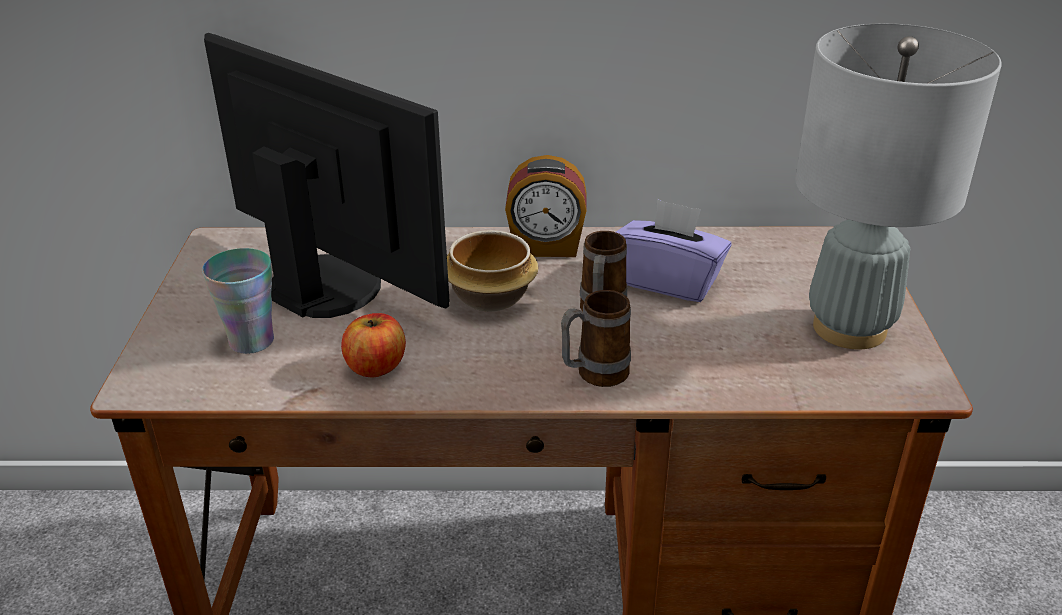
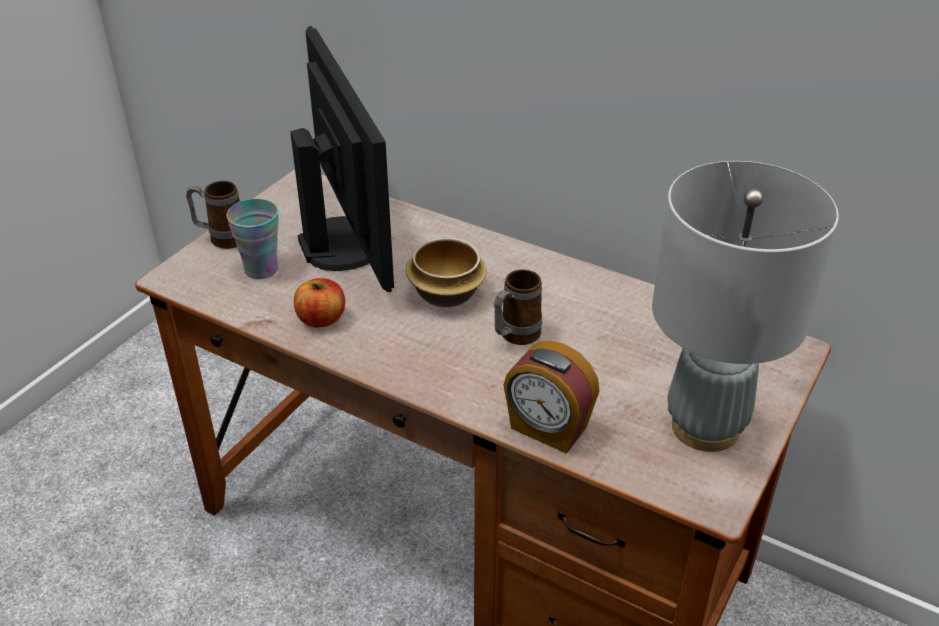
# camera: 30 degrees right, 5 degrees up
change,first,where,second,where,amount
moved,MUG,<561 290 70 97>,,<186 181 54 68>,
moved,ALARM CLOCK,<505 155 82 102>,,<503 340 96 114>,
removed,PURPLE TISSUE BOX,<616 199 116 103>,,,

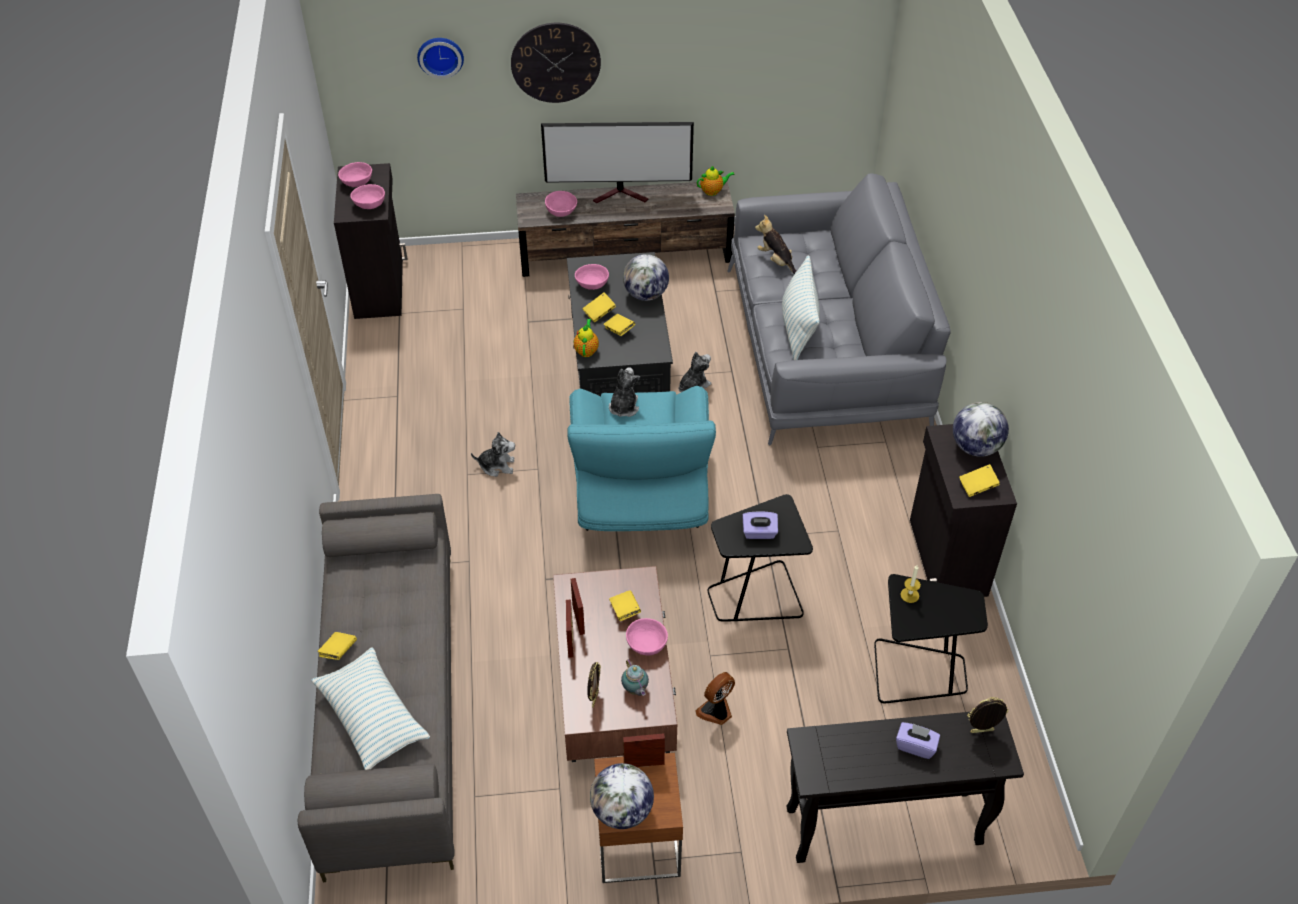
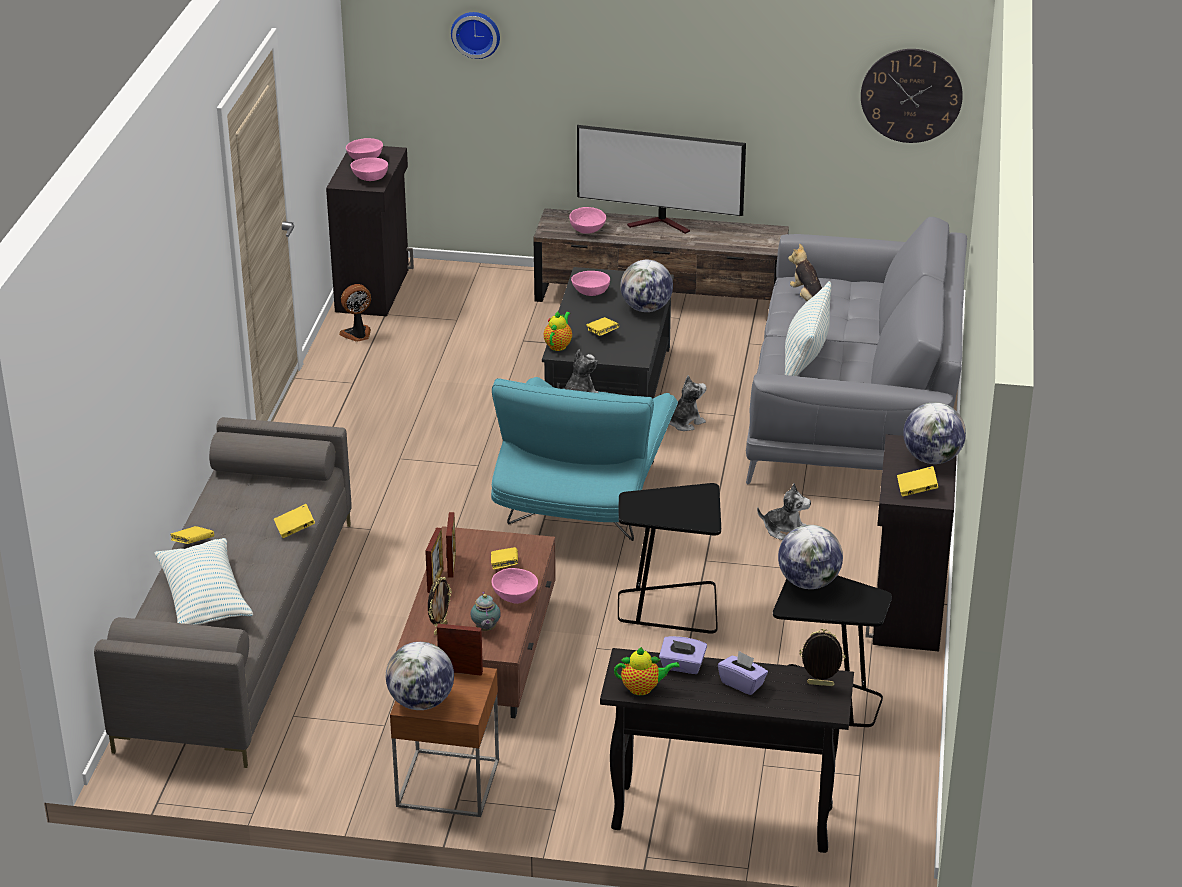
# camera: 15 degrees right, 15 degrees down
change,first,where,second,where,amount
moved,YELLOW BOOK,<583 293 33 29>,,<274 504 41 34>,
moved,FAN,<695 672 40 53>,,<339 284 32 58>,
moved,TEAPOT,<697 165 38 31>,,<614 647 65 48>,
moved,PURPLE TISSUE BOX,<742 511 36 28>,,<659 636 48 38>,
moved,PLUSH TOY,<471 432 44 45>,,<757 483 54 57>,
replaced,CANDLE,<900 565 21 38>,GLOBE,<778 525 65 64>,
moved,WALL CLOCK,<511 23 90 80>,,<861 49 102 94>,

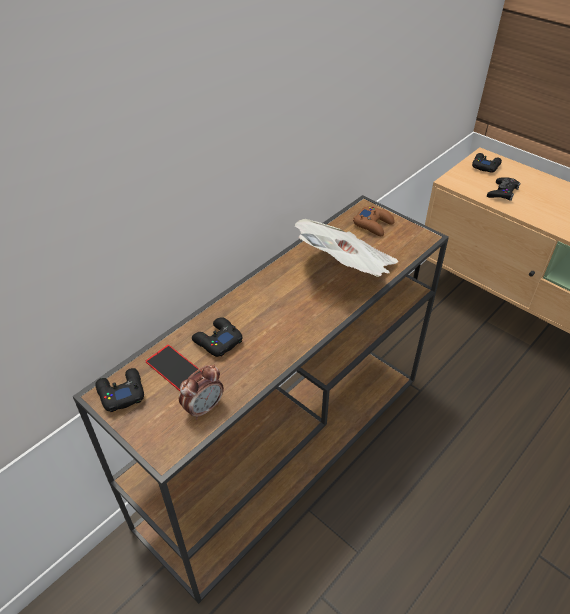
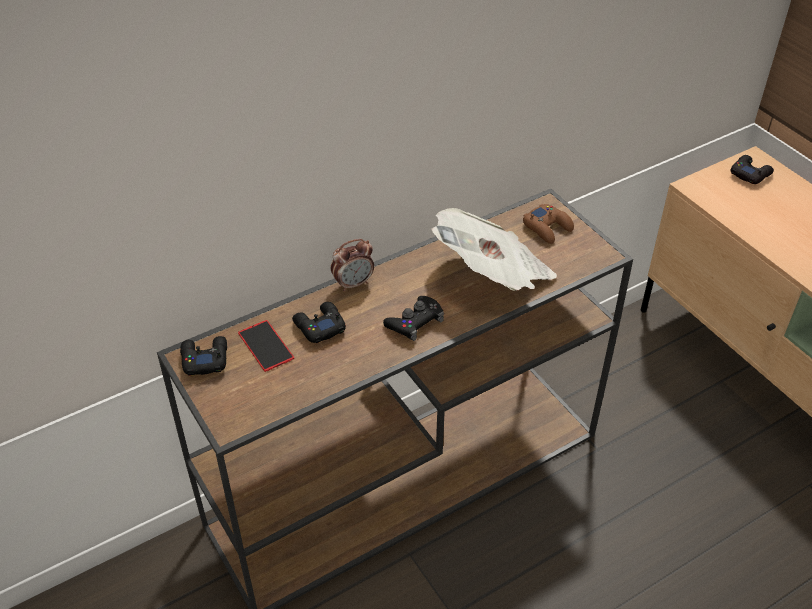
# camera: 15 degrees right, 0 degrees up
change,first,where,second,where,amount
moved,ALARM CLOCK,<179 365 45 55>,,<331 239 43 53>,
moved,BLACK GAME CONTROLLER,<487 177 34 24>,,<383 296 61 45>,

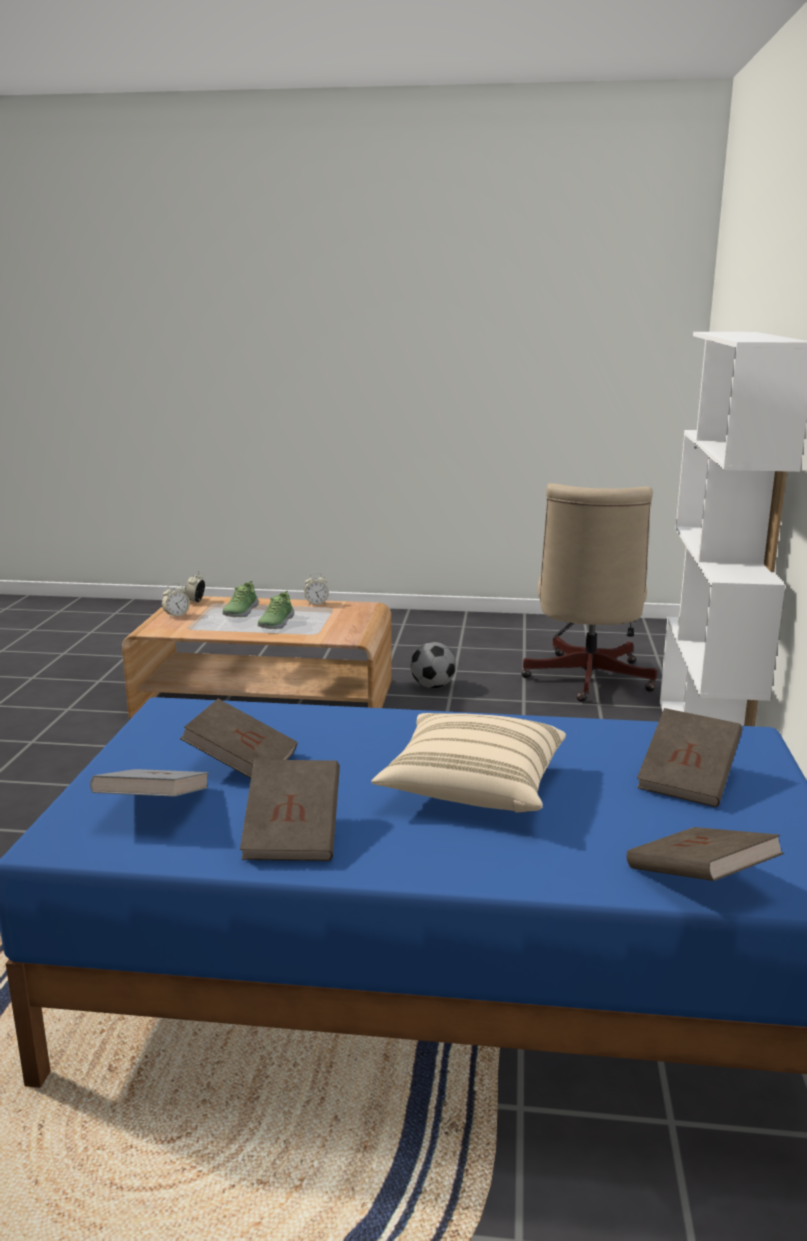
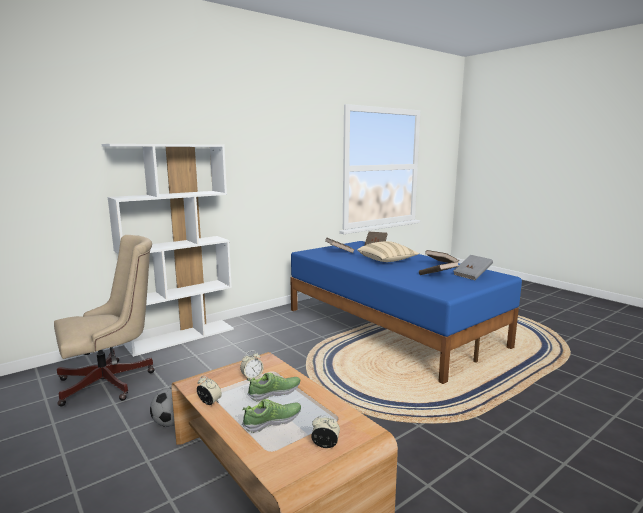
# camera: 135 degrees left, 5 degrees down
change,first,where,second,where,amount
moved,ALARM CLOCK,<184 571 21 31>,,<240 351 24 30>,

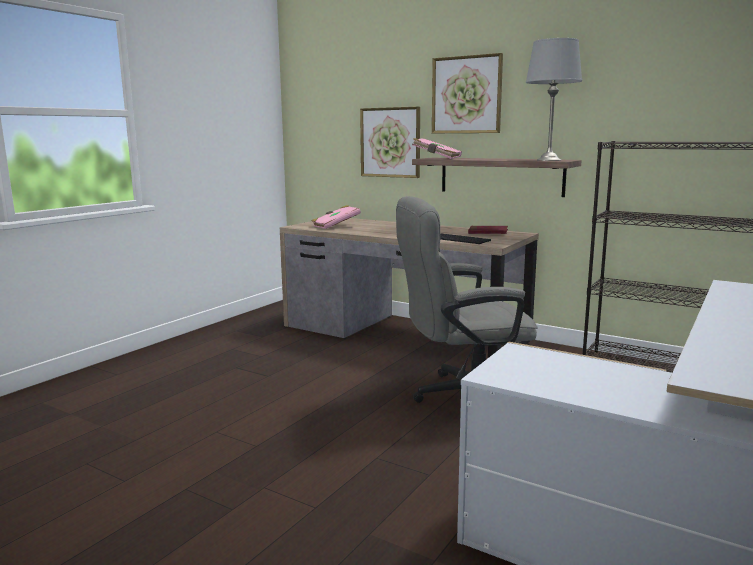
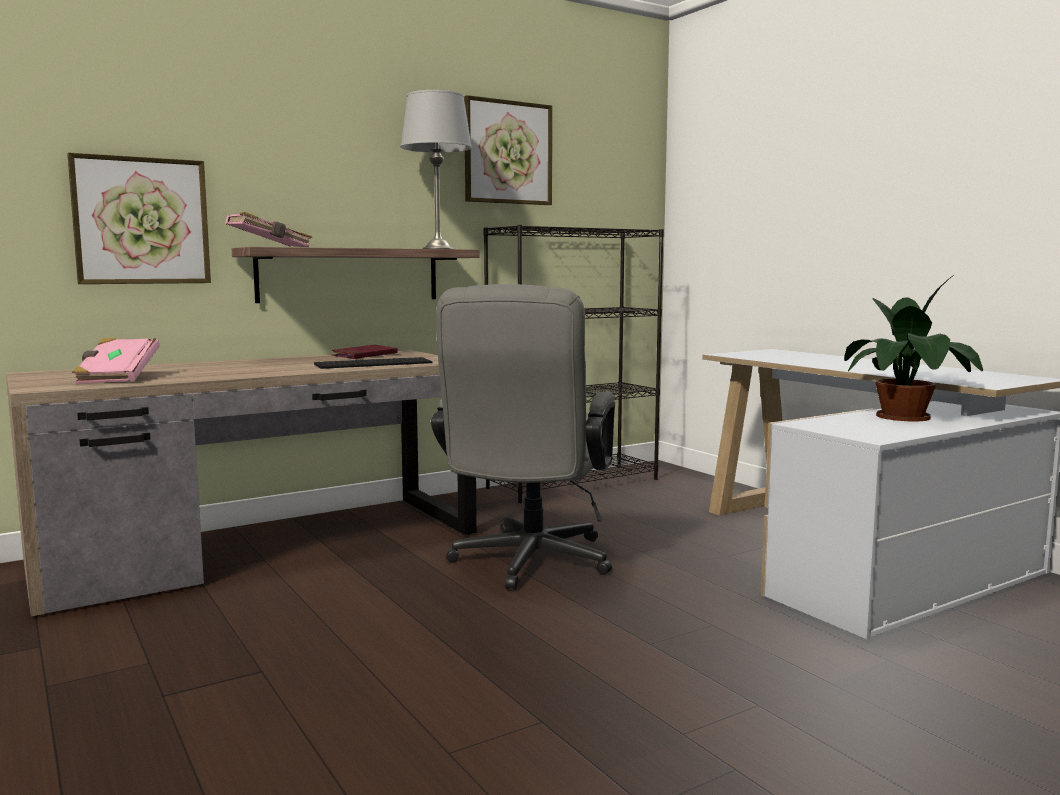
# camera: 65 degrees left, 5 degrees down
change,first,where,second,where,amount
moved,PICTURE,<432 53 71 80>,,<464 95 88 110>,
added,,,POTTED PLANT,<844 277 139 144>,

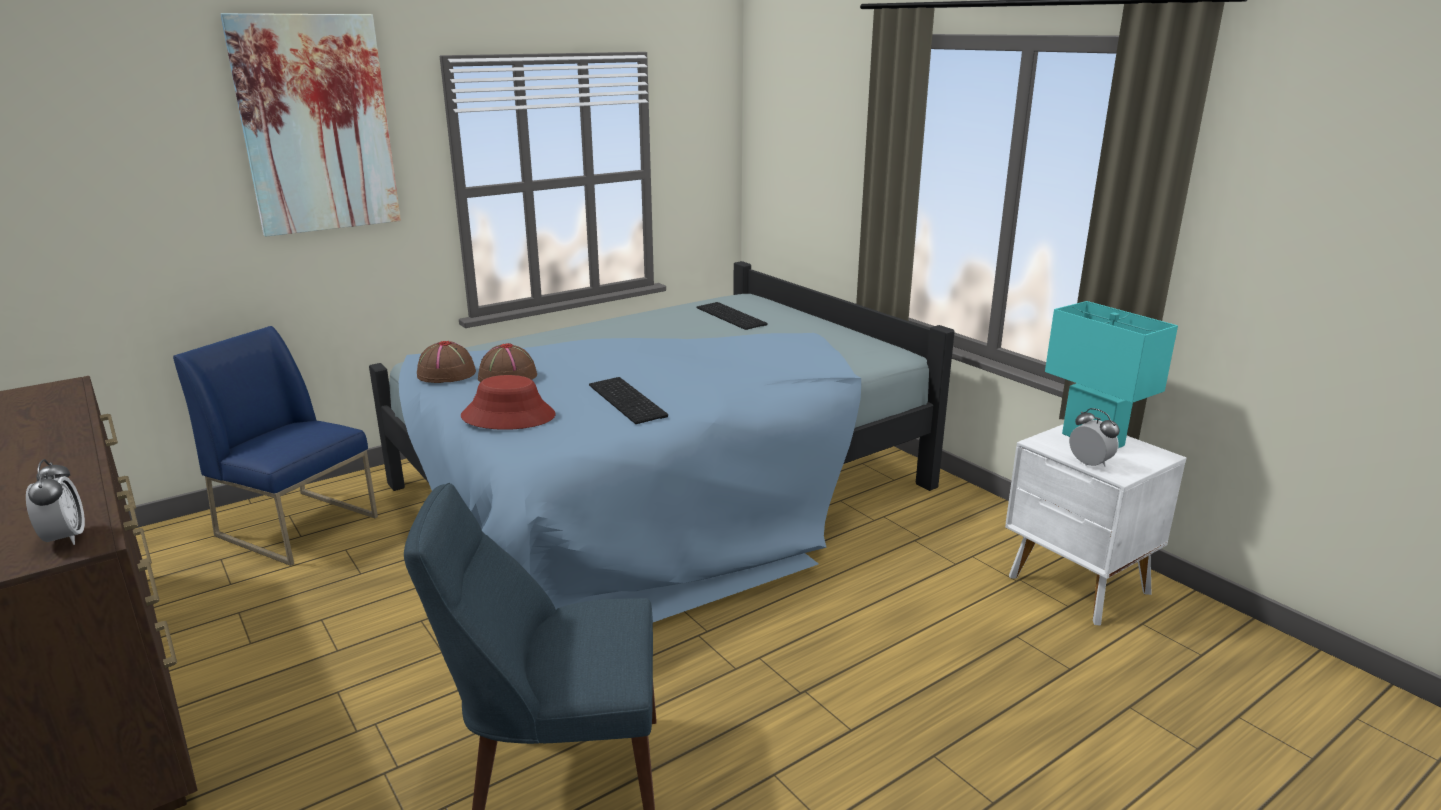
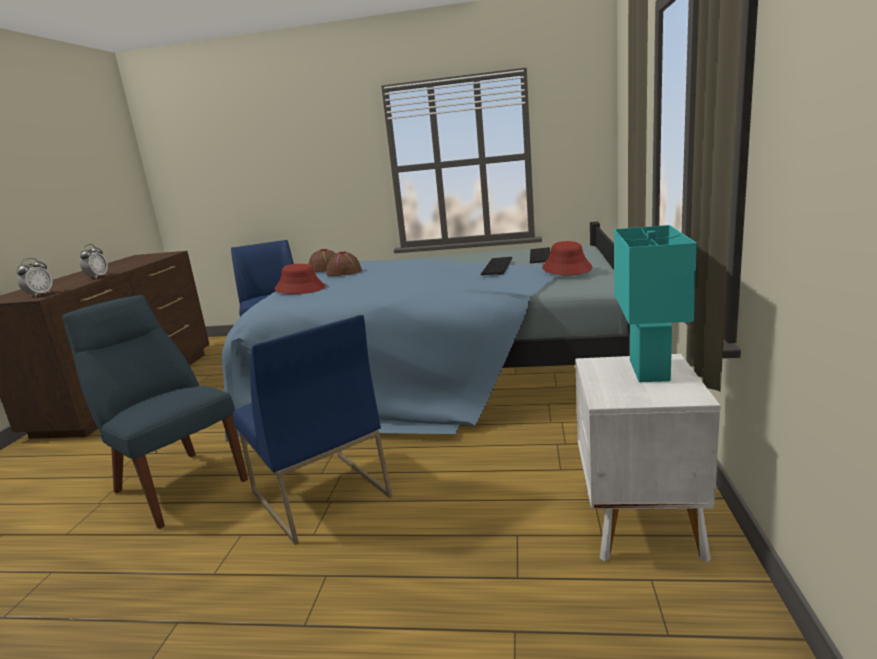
# camera: 45 degrees right, 5 degrees down
change,first,where,second,where,amount
moved,ALARM CLOCK,<1069 408 51 59>,,<80 244 28 35>,
added,,,BLUE CHAIR,<233 315 160 230>,
moved,KEYBOARD,<589 377 79 47>,,<481 257 31 18>,
added,,,RED HAT,<542 241 50 34>,
removed,PICTURE,<220 13 181 224>,,,

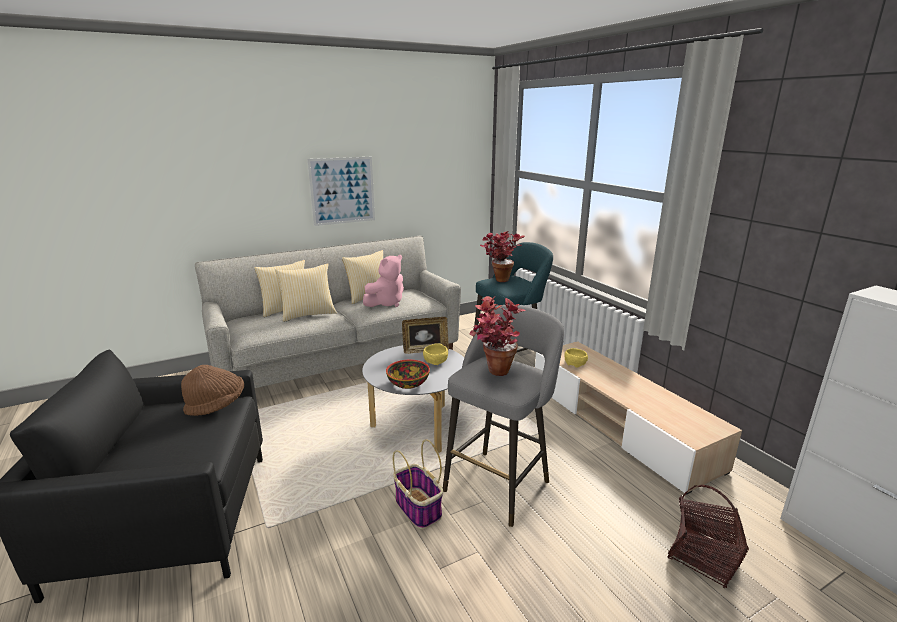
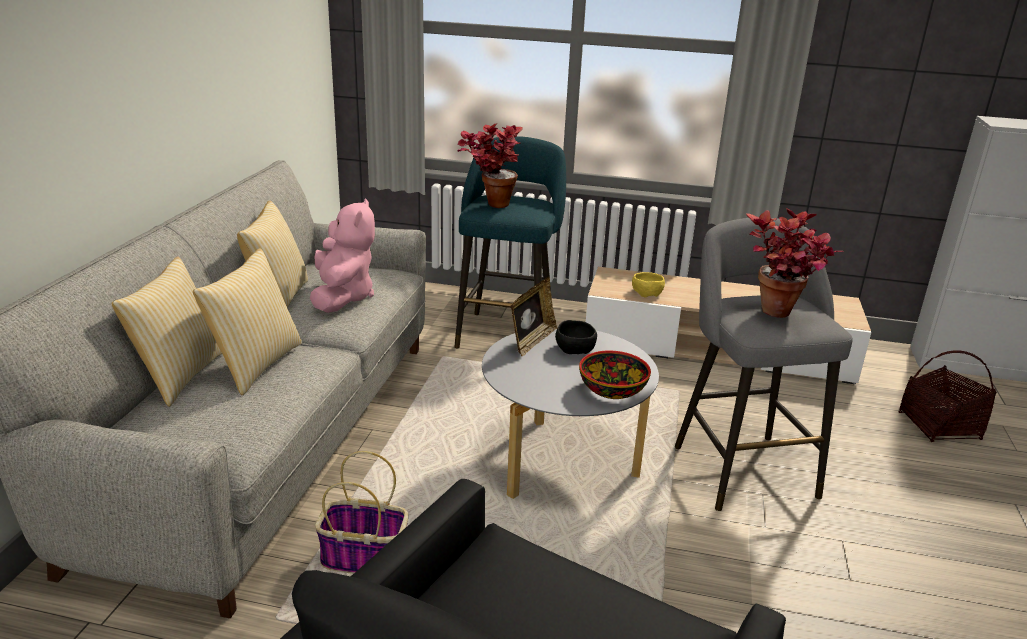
# camera: 50 degrees left, 5 degrees up
change,first,where,second,where,amount
moved,BASKET,<393 439 50 90>,,<315 451 93 123>,
recoloured,YELLOW BOWL,<423 343 25 22>,BLACK BOWL,<555 320 42 34>,
removed,BROWN HAT,<181 365 63 51>,,,
removed,PICTURE,<308 157 67 69>,,,

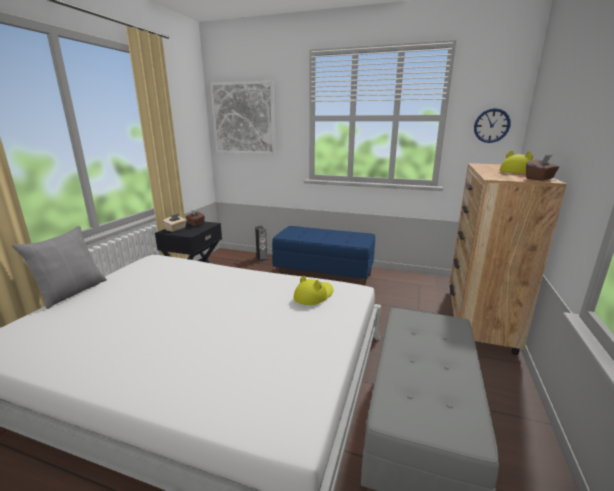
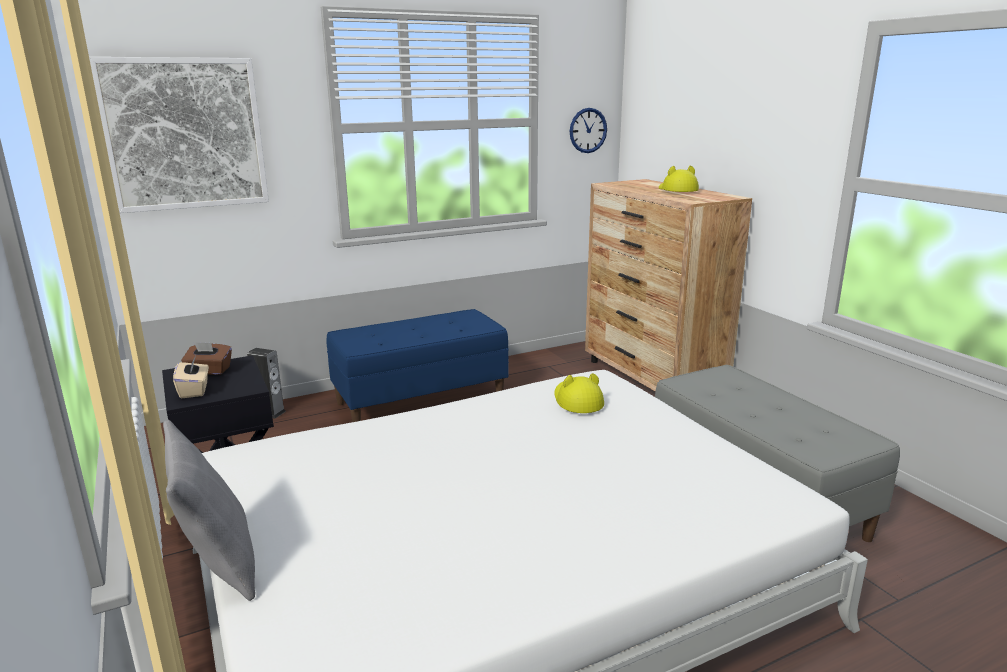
# camera: 45 degrees left, 0 degrees up
change,first,where,second,where,amount
removed,BROWN TISSUE BOX,<526 155 33 26>,,,

